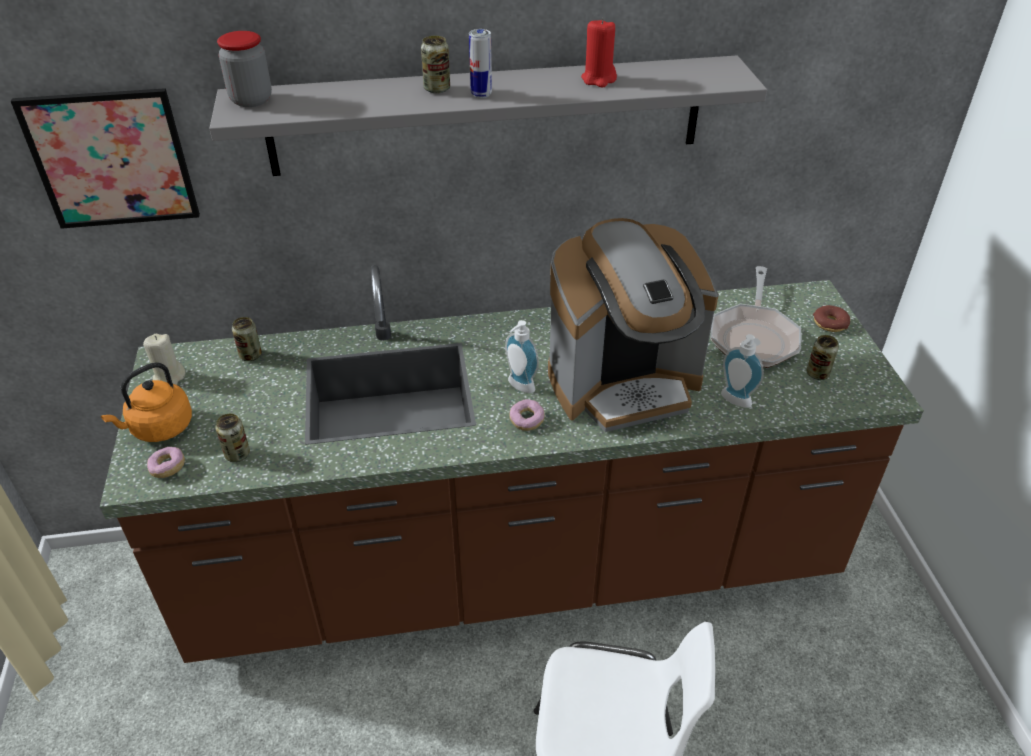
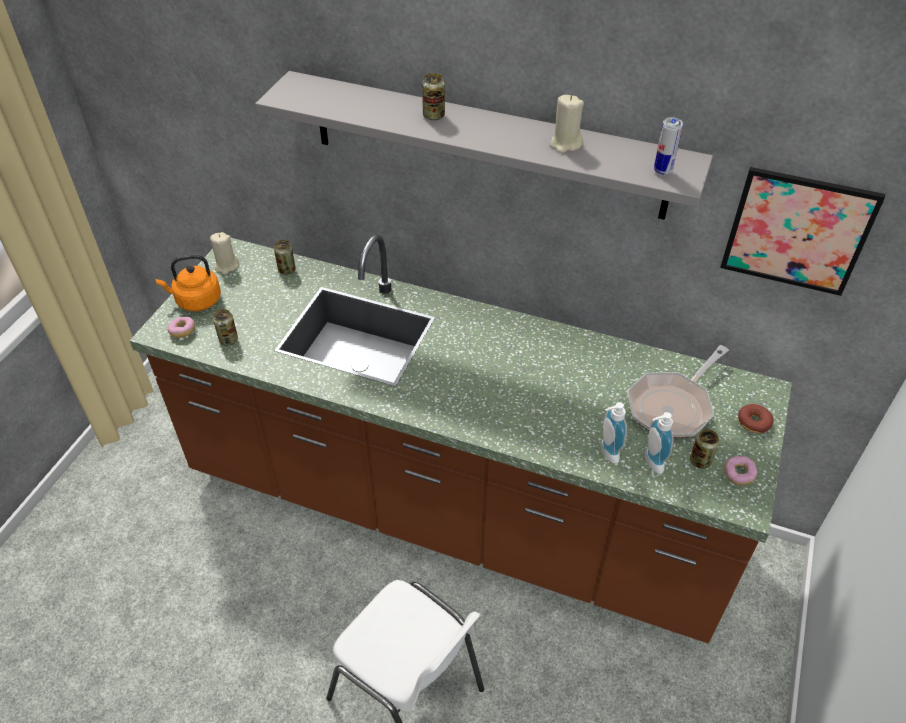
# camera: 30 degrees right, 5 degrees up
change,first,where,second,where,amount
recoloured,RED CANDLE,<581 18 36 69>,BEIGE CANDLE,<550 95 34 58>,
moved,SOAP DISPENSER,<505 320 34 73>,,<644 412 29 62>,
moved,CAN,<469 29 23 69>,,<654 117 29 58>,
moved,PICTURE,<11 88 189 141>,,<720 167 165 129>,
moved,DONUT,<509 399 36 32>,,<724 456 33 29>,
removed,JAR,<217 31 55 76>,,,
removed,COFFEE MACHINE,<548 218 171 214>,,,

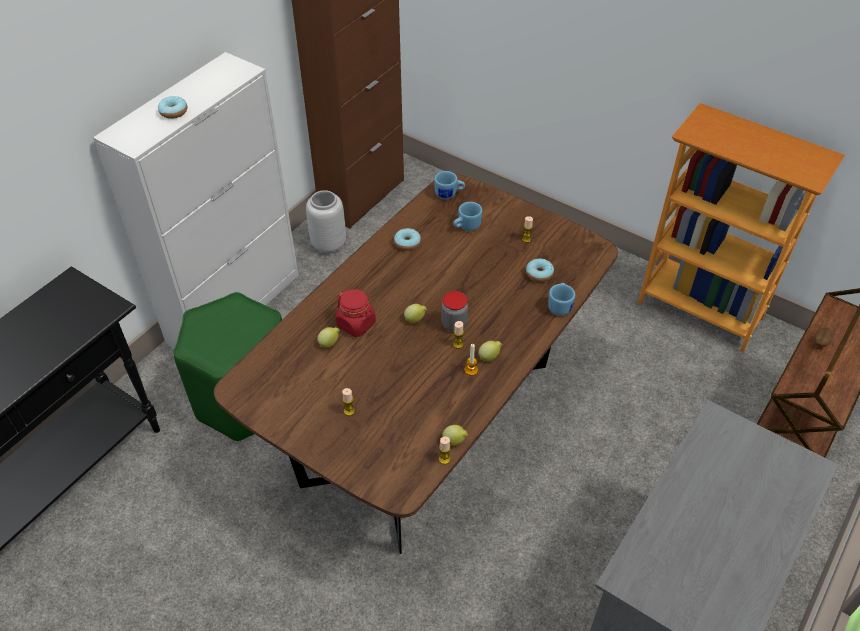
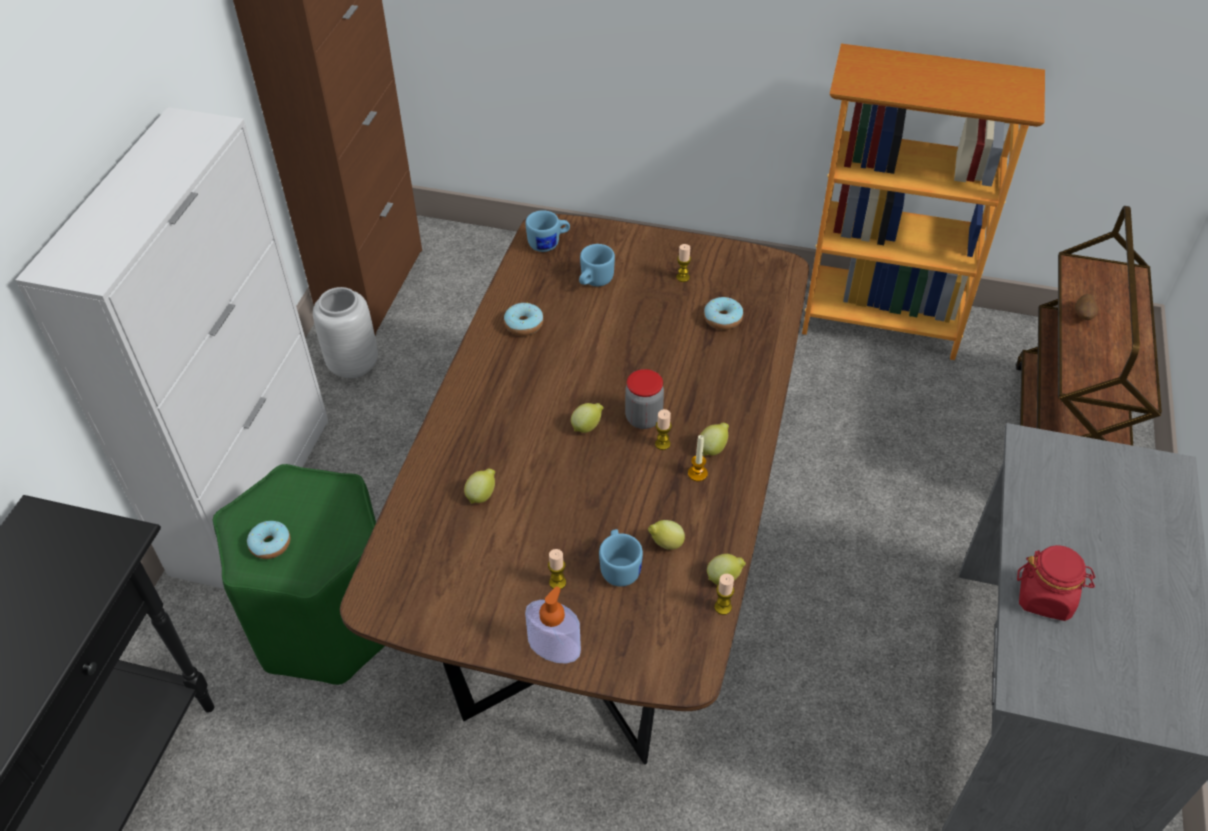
# camera: 20 degrees left, 0 degrees up
change,first,where,second,where,amount
moved,DONUT,<158 96 29 23>,,<247 521 44 38>,
added,,,SOAP DISPENSER,<525 586 56 77>,
moved,BLUE MUG,<548 283 27 33>,,<599 529 44 57>,
added,,,LEMON,<648 520 37 30>,
moved,RED JAR,<336 289 40 48>,,<1017 545 78 76>,

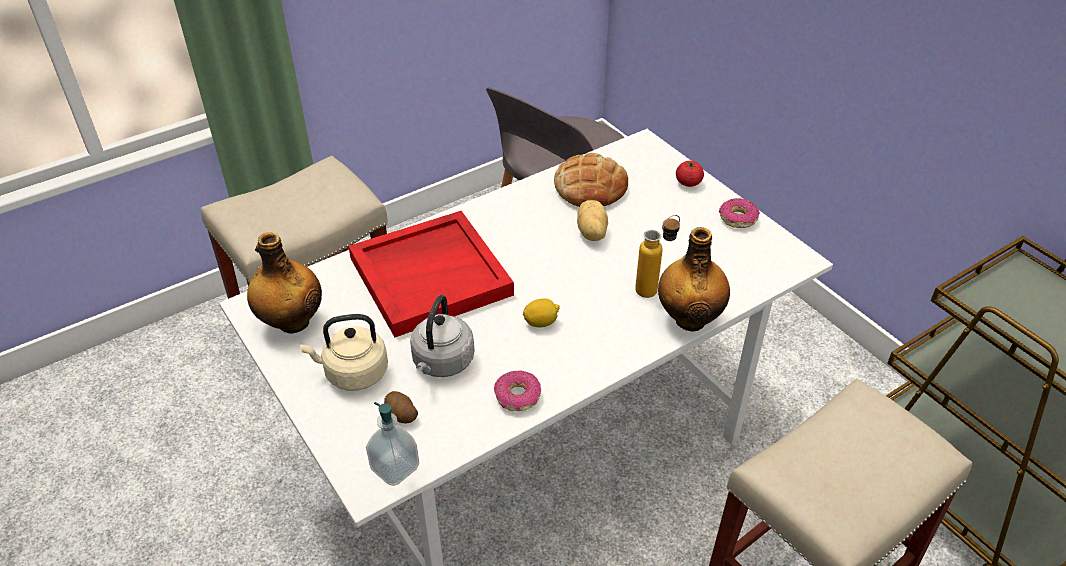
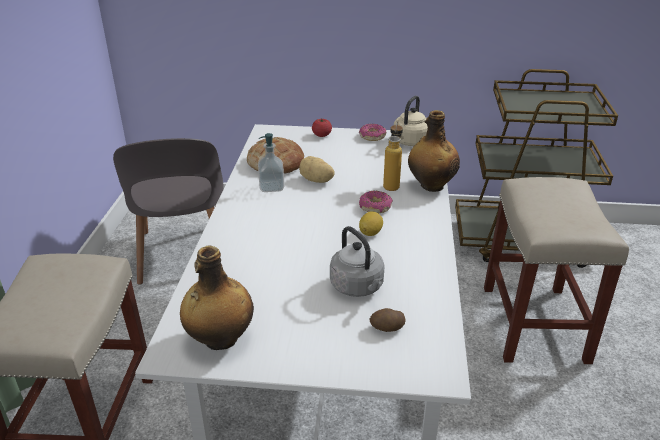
# camera: 50 degrees left, 10 degrees down
change,first,where,second,where,amount
moved,SOAP DISPENSER,<366 402 53 84>,,<258 133 26 59>,
moved,DONUT,<494 370 47 41>,,<359 190 34 23>,
moved,BEIGE KETTLE,<300 314 88 77>,,<394 96 34 50>,
removed,RED TRAY,<348 211 166 126>,,,

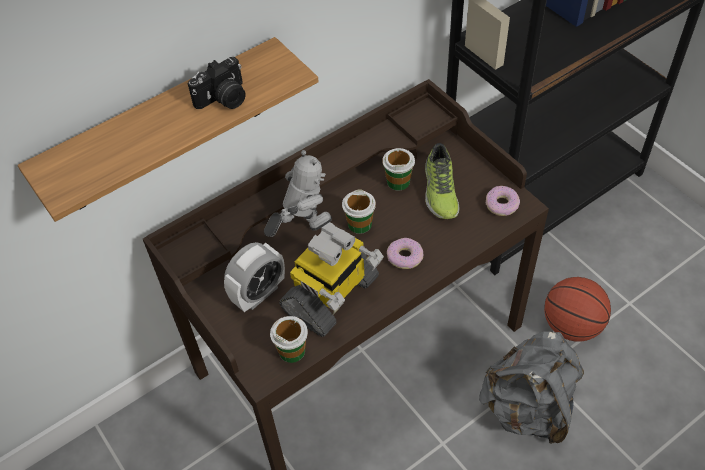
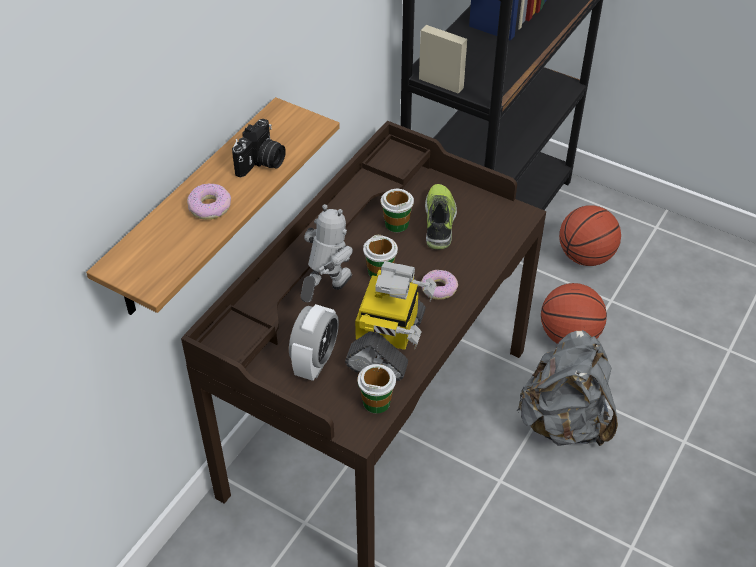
# camera: 25 degrees left, 5 degrees down
change,first,where,second,where,amount
moved,DONUT,<486 186 34 30>,,<187 183 44 37>,
turned,SHOE,<425 143 34 76>,,<425 184 32 66>,150 degrees counterclockwise
added,,,BASKETBALL,<559 205 62 61>,

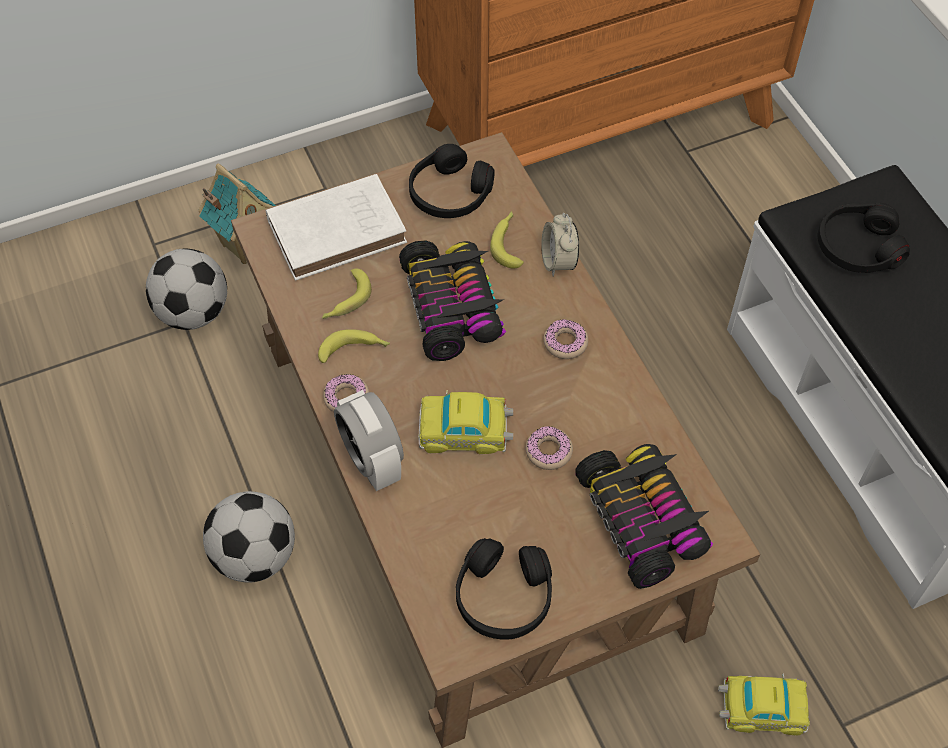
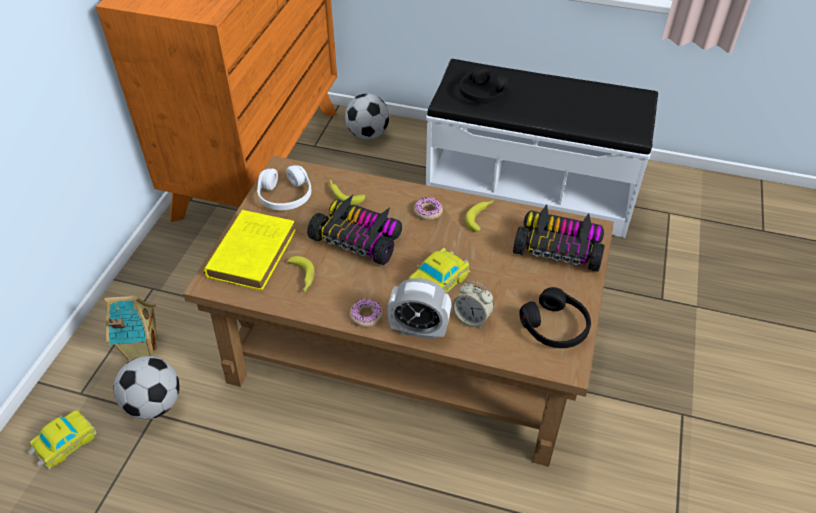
# camera: 50 degrees left, 10 degrees down
change,first,where,second,where,amount
moved,TOY CAR,<718 674 92 62>,,<28 410 68 59>,
recoloured,WHITE BOOK,<266 174 141 107>,YELLOW BOOK,<204 210 92 81>,
recoloured,BLACK HEADPHONES,<409 144 86 74>,WHITE HEADPHONES,<257 165 55 45>,
moved,FOOTBALL,<203 491 92 92>,,<345 94 44 46>,
moved,ALARM CLOCK,<541 213 38 64>,,<452 281 42 48>,
moved,BANANA,<318 329 72 34>,,<465 200 29 32>,
removed,DONUT,<526 426 47 44>,,,

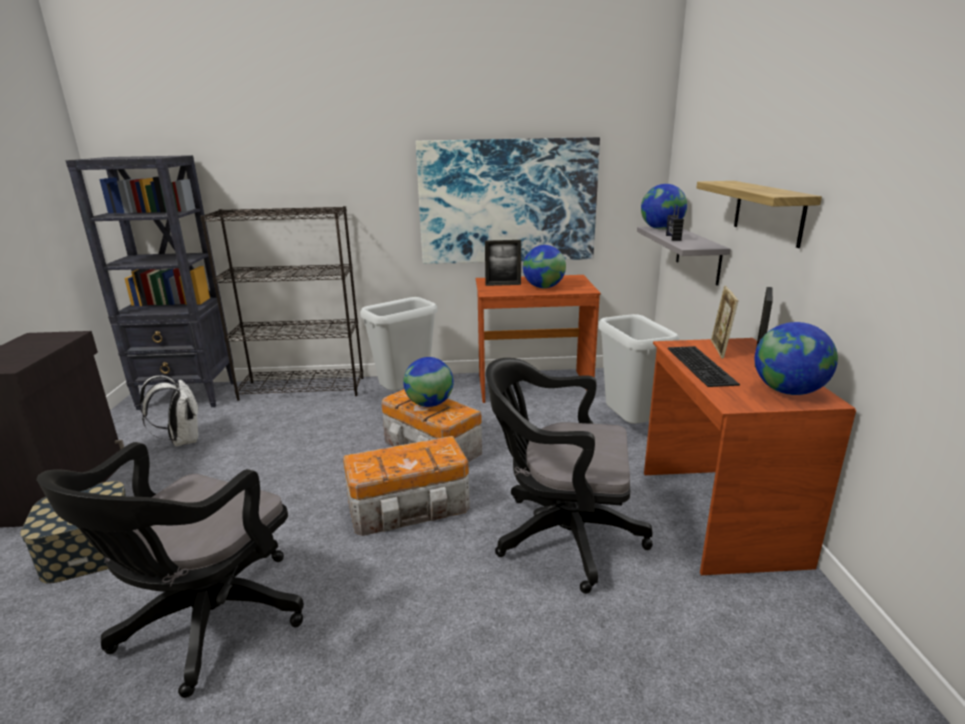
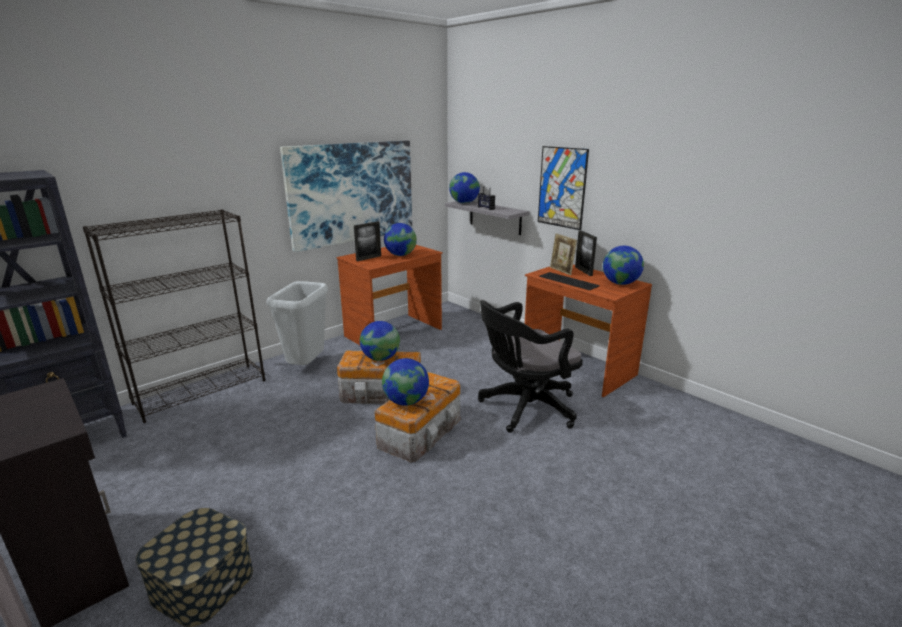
# camera: 40 degrees left, 0 degrees up
change,first,where,second,where,amount
added,,,GLOBE,<382 358 47 48>,
replaced,SHELF,<697 181 125 67>,PICTURE,<538 146 51 84>,
removed,BLACK OFFICE CHAIR,<37 442 267 256>,,,
removed,WHITE BACKPACK,<139 375 60 72>,,,
removed,GREY TRASH CAN,<598 314 81 110>,,,

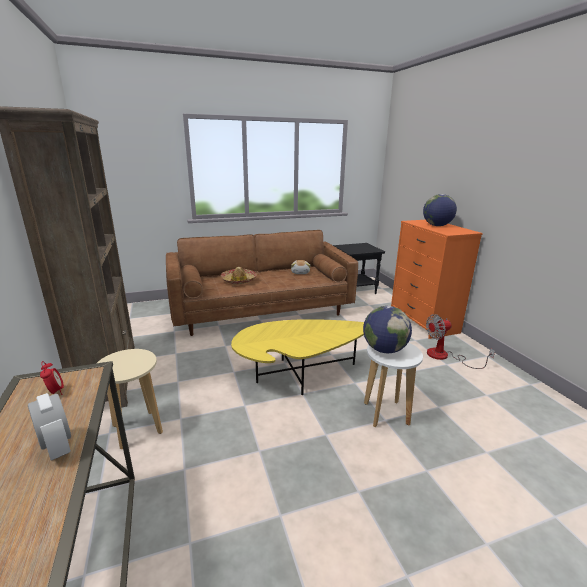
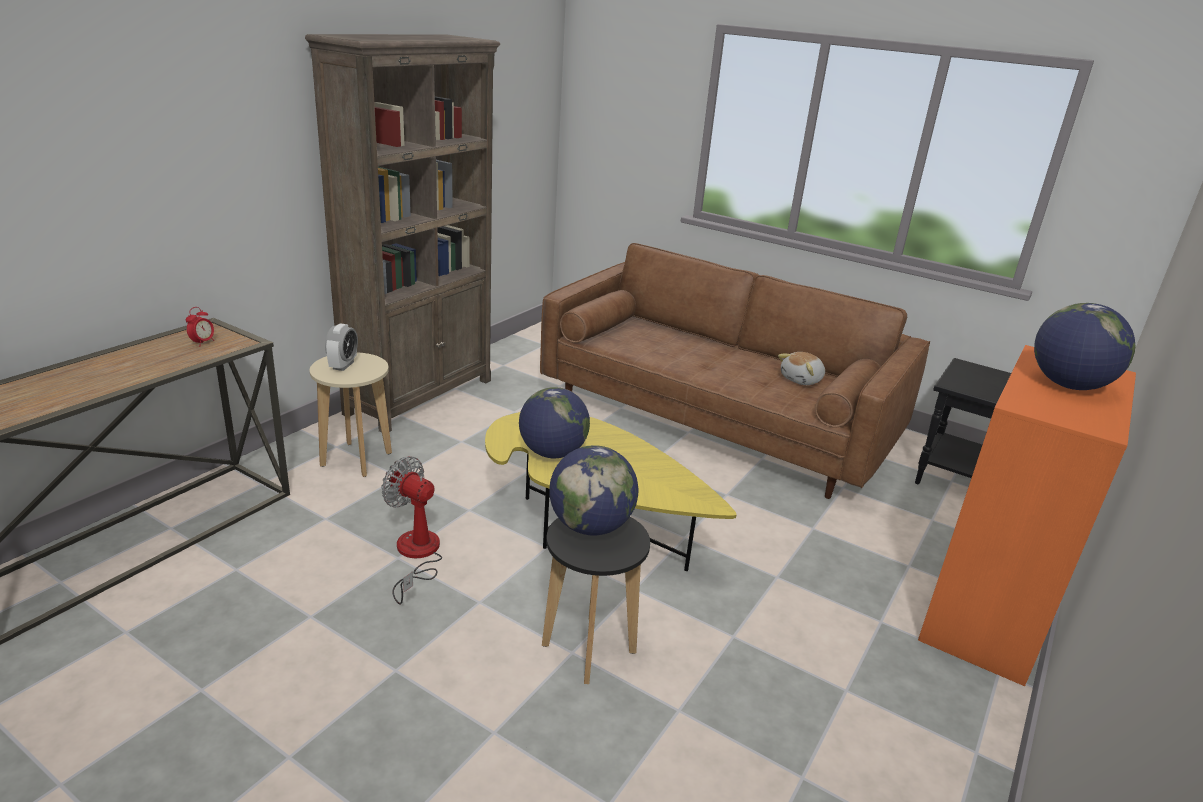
# camera: 50 degrees right, 5 degrees up
change,first,where,second,where,amount
moved,ALARM CLOCK,<28 393 43 67>,,<325 323 33 48>,
moved,FAN,<426 314 69 55>,,<381 456 61 148>,
added,,,GLOBE,<519 387 71 71>,
recoloured,WHITE STOOL,<364 343 59 84>,BLACK STOOL,<542 517 108 167>,
removed,HAT,<220 267 38 17>,,,

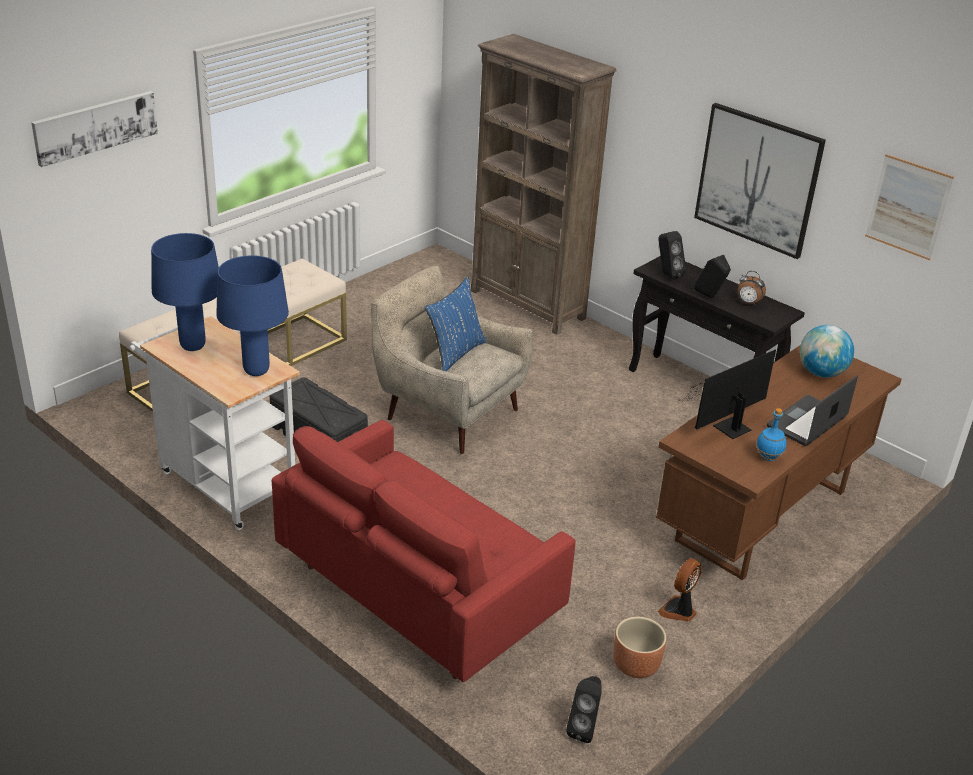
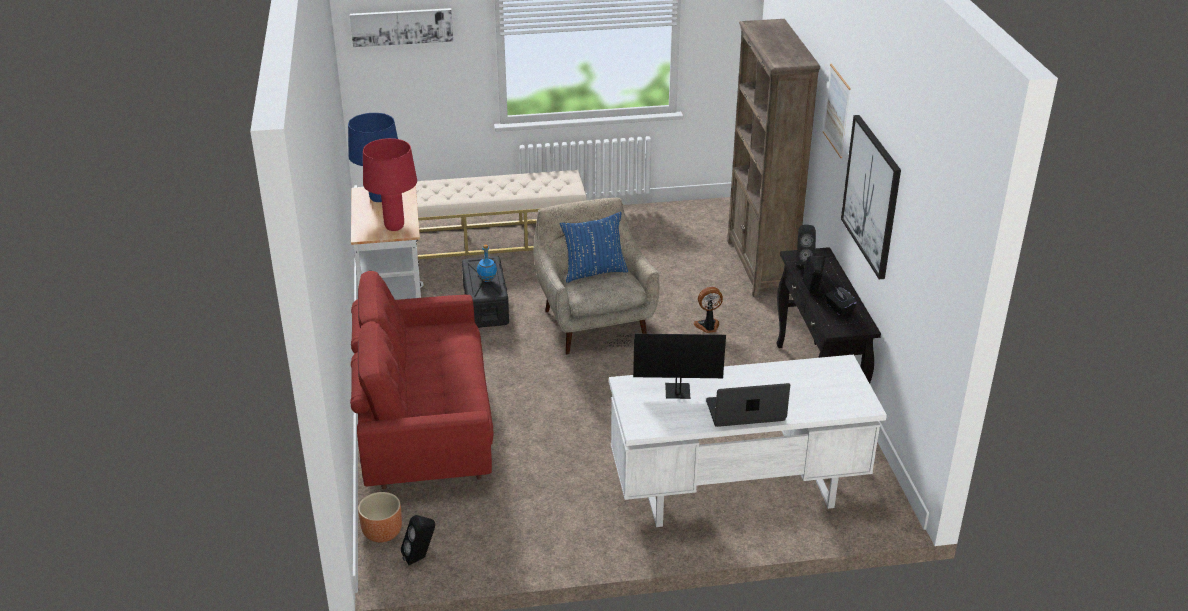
# camera: 40 degrees right, 0 degrees up
change,first,where,second,where,amount
moved,BROWN PLANTER,<613 617 53 61>,,<358 492 44 50>,
recoloured,BLUE TABLE LAMP,<216 255 73 121>,RED TABLE LAMP,<363 138 54 93>,
moved,BLUE BOTTLE,<756 408 31 53>,,<477 244 20 38>,
recoloured,BROWN DESK,<656 345 246 235>,WHITE DESK,<609 355 278 172>,
moved,FAN,<658 558 44 64>,,<693 287 30 46>,
moved,PICTURE,<865 154 89 106>,,<823 64 28 95>,
replaced,ALARM CLOCK,<738 271 28 34>,BLACK TISSUE BOX,<825 287 32 29>,
removed,GLOBE,<800 325 54 53>,,,

